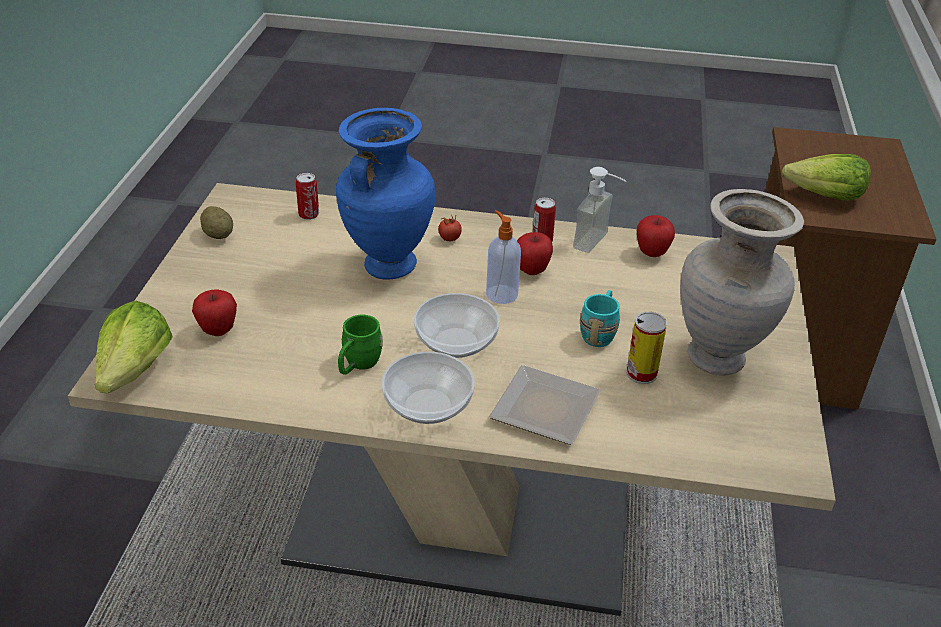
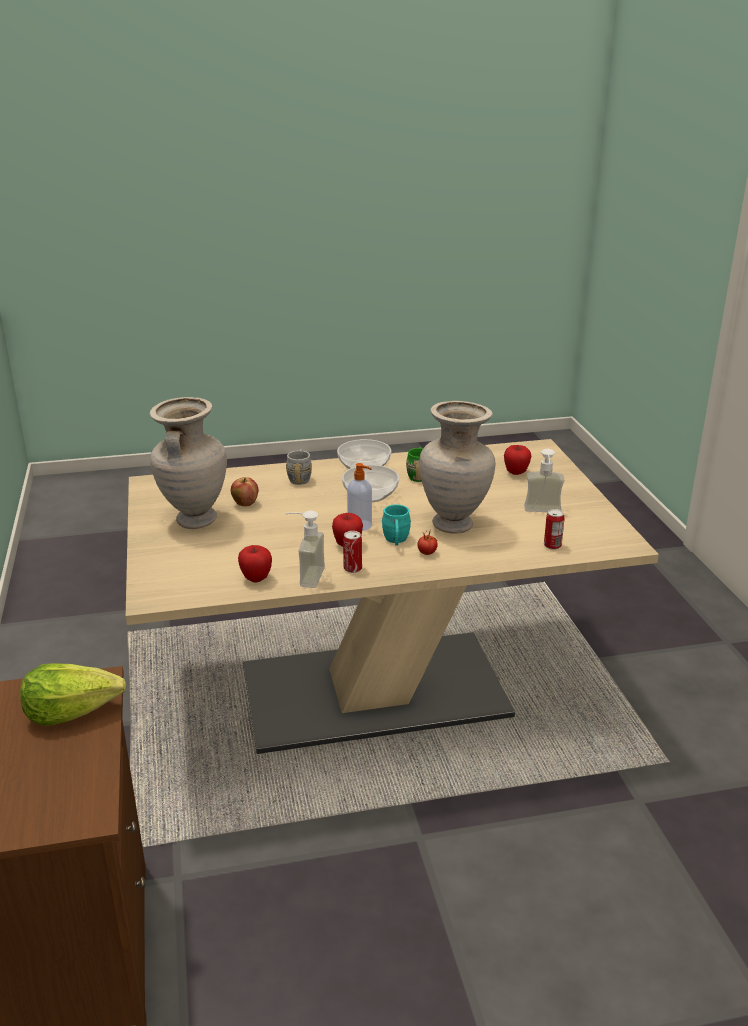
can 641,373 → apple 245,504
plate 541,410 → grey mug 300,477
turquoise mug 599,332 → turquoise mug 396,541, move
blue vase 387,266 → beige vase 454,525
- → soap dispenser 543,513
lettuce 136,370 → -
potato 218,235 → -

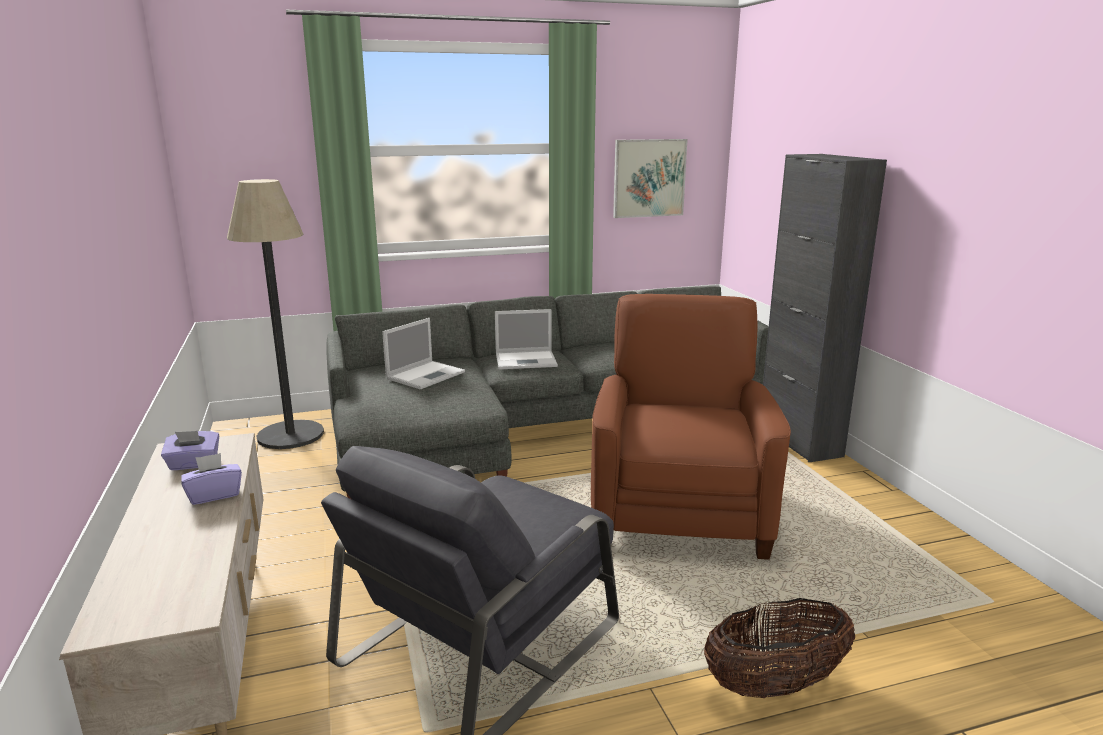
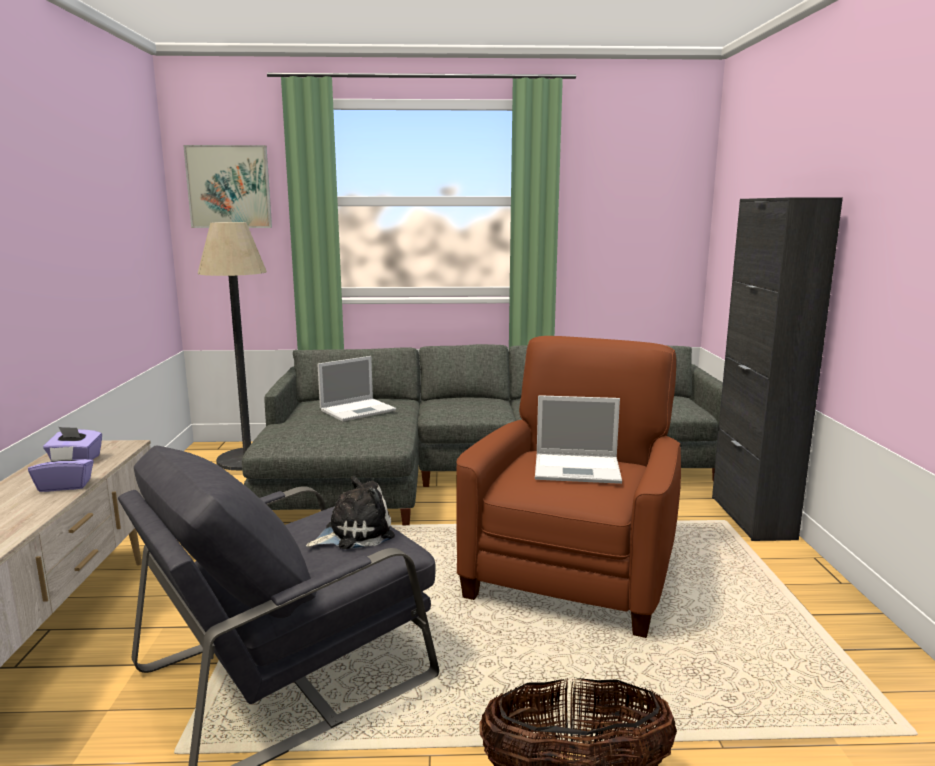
picture 649,178 → picture 229,187, move
- → plush toy 354,533
laptop 527,360 → laptop 579,469, move

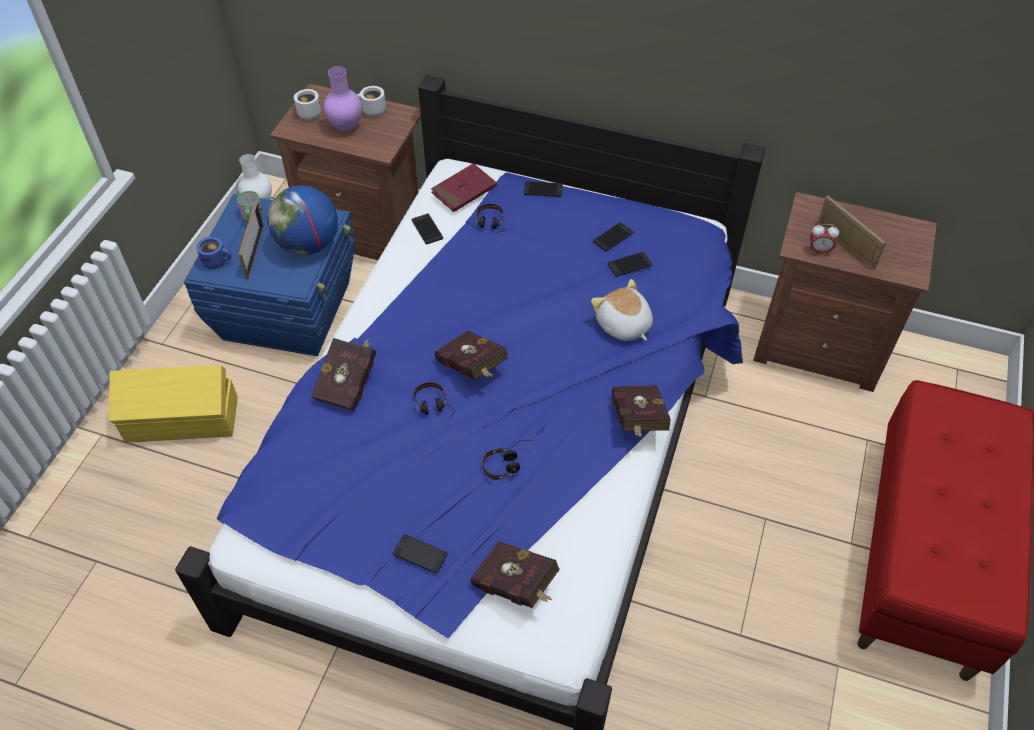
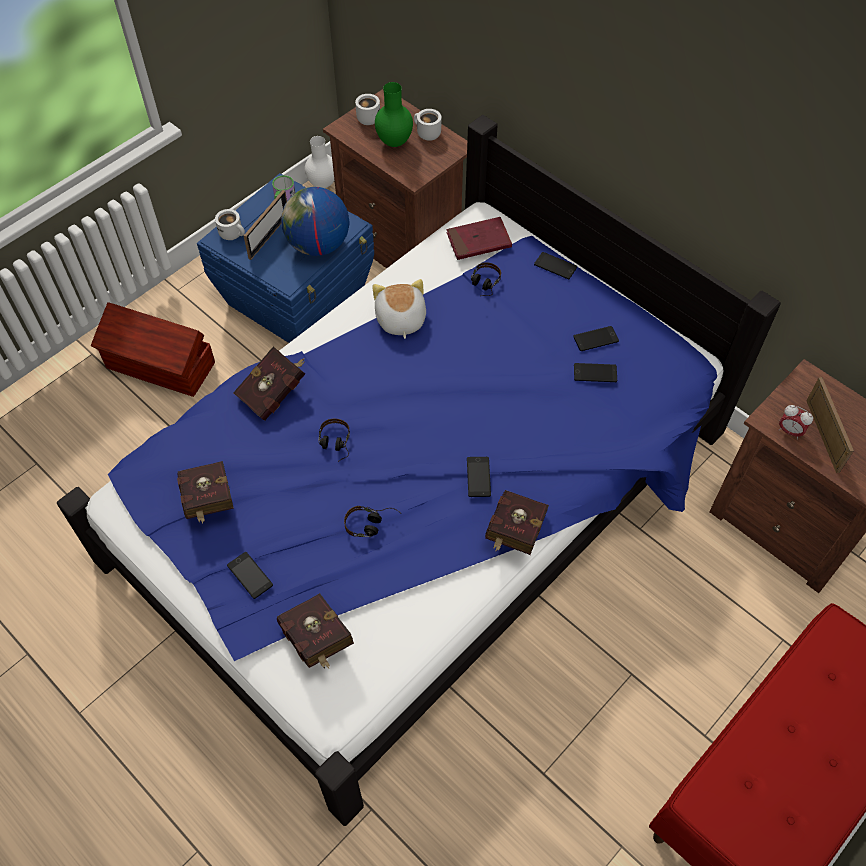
yellow storage box 183,420 → brown storage box 161,367
red book 473,368 → red book 208,502, move
blue mug 217,261 → white mug 233,233
plush toy 623,326 → plush toy 400,320, move
purple vase 345,127 → green vase 394,143
phone 427,229 → phone 478,477, move

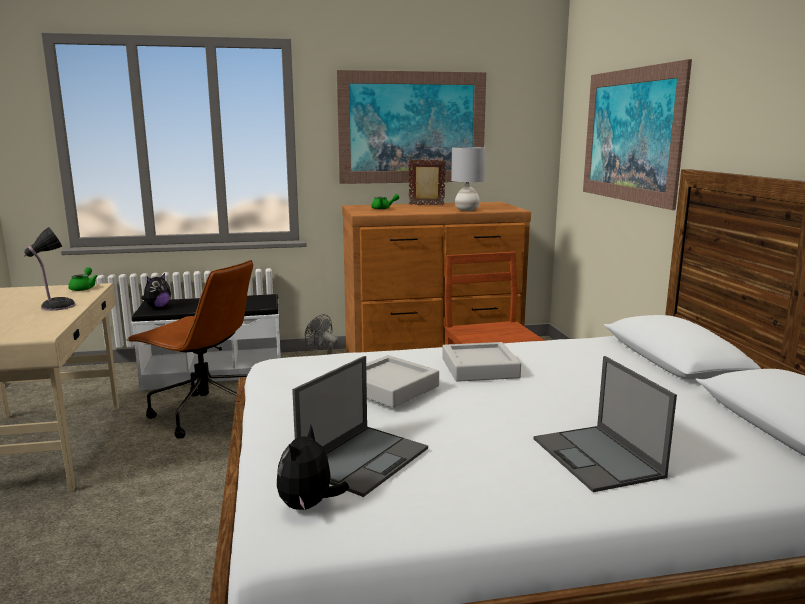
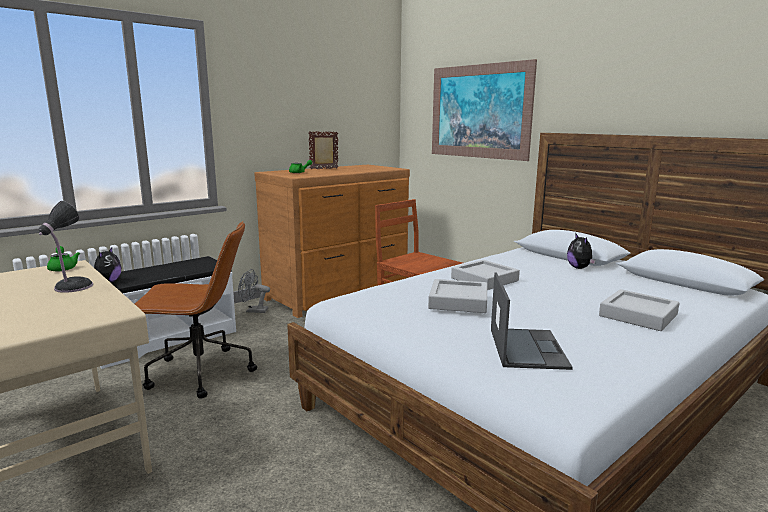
plush toy 308,506 → plush toy 579,268, move
laptop 598,458 → grey tray 638,315
picture 412,128 → -
grey table lamp 467,210 → -

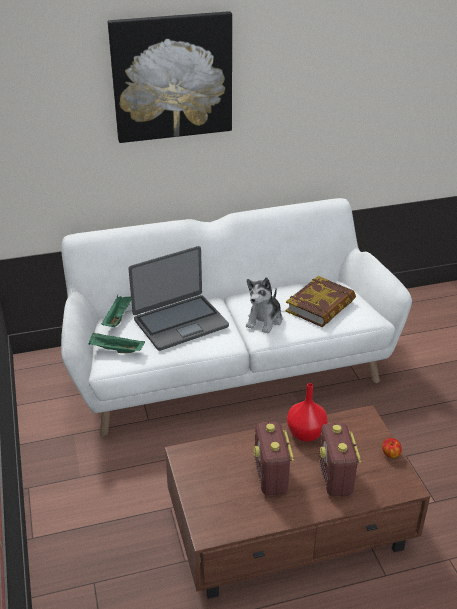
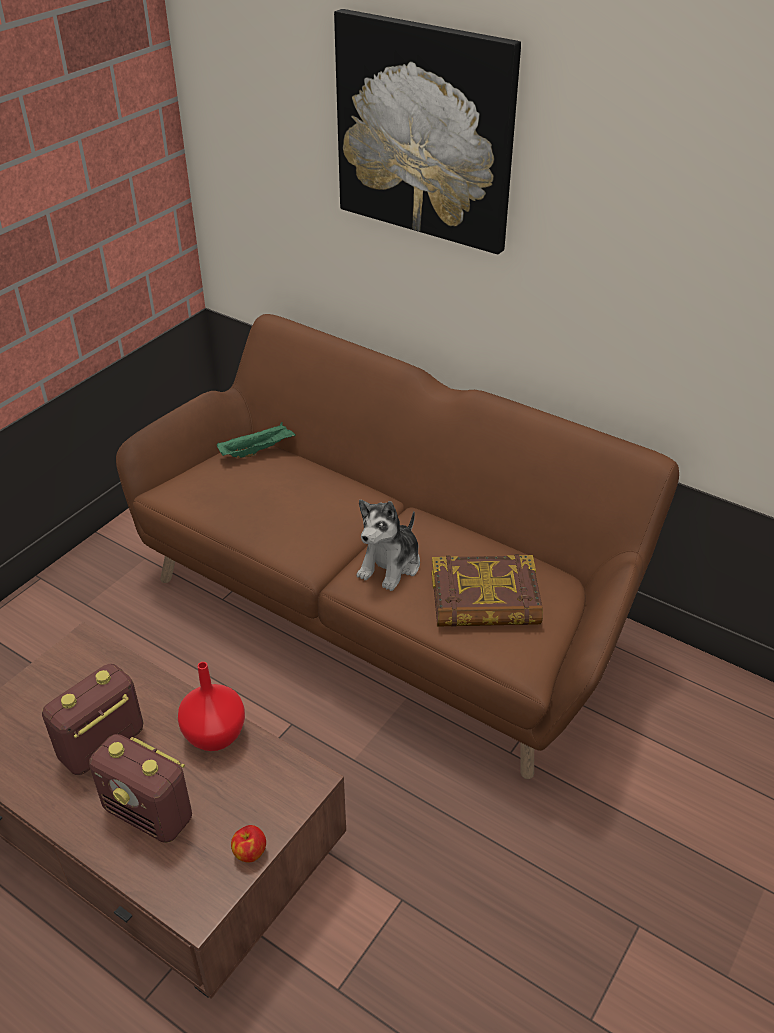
radio 335,478 → radio 149,814, 105 degrees counterclockwise
white sofa 228,366 → brown sofa 386,608
plush toy 264,320 → plush toy 390,565, 45 degrees counterclockwise
green tray 116,350 → -
laptop 180,322 → -

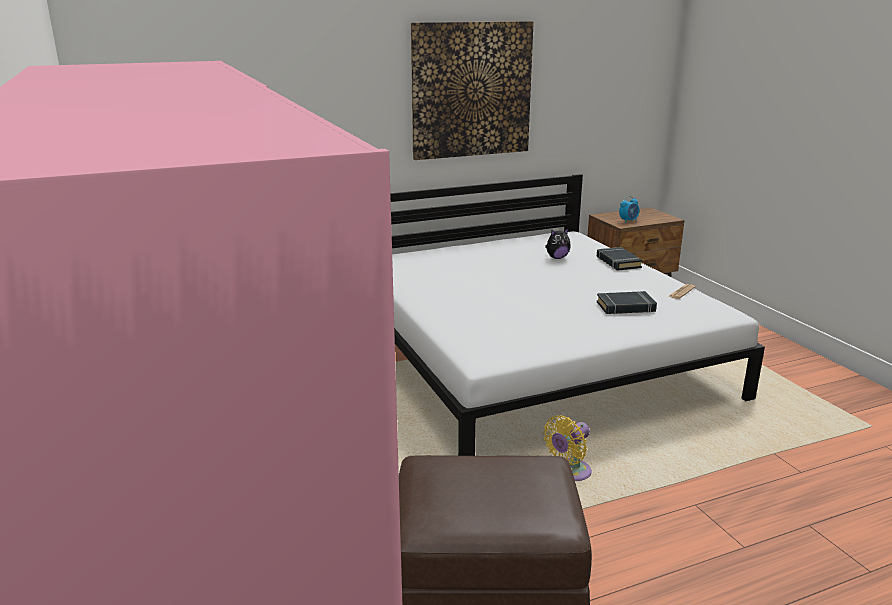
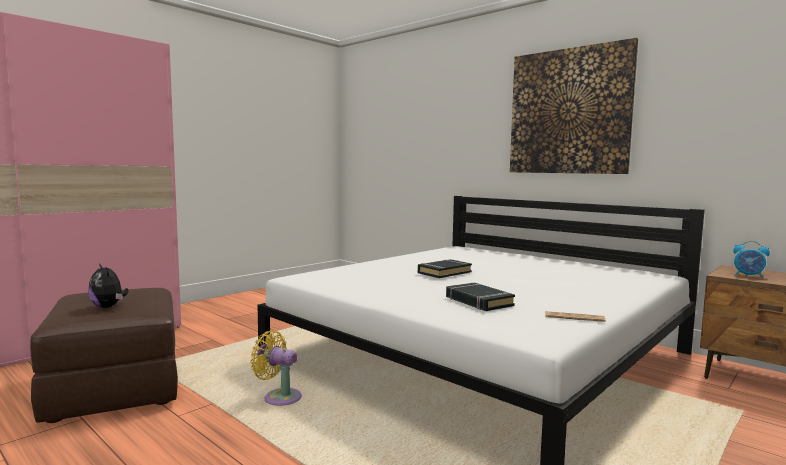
plush toy 557,258 → plush toy 108,307, move
black book 618,262 → black book 444,272, move

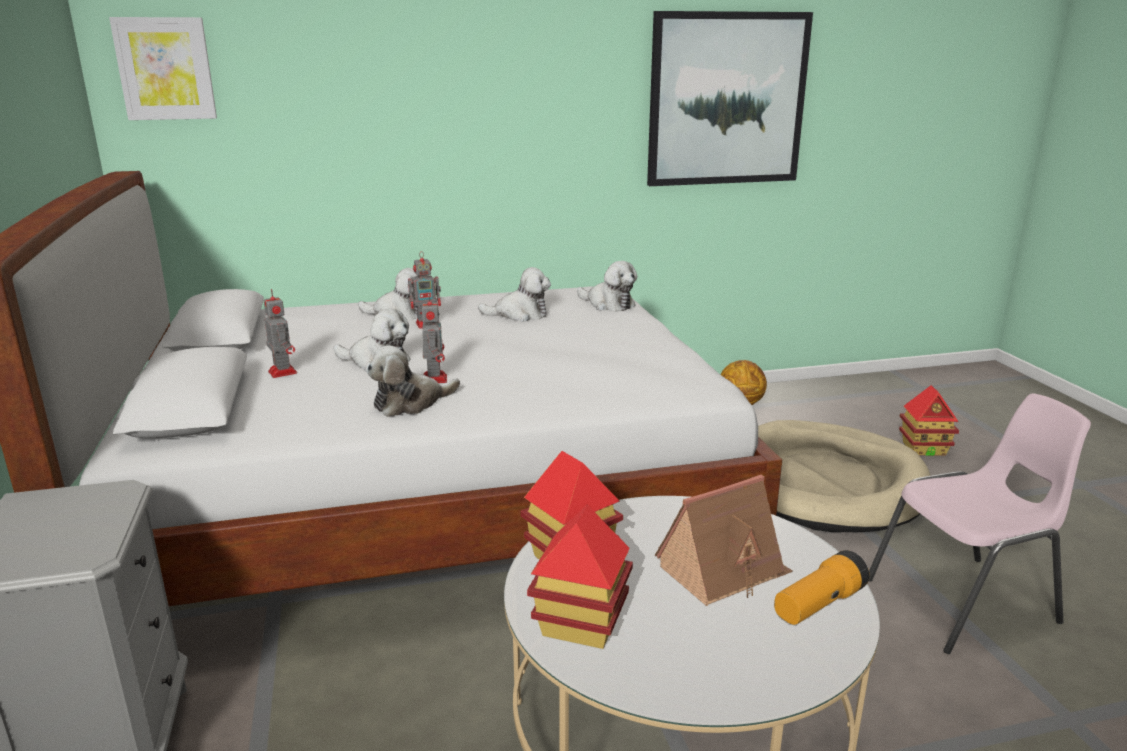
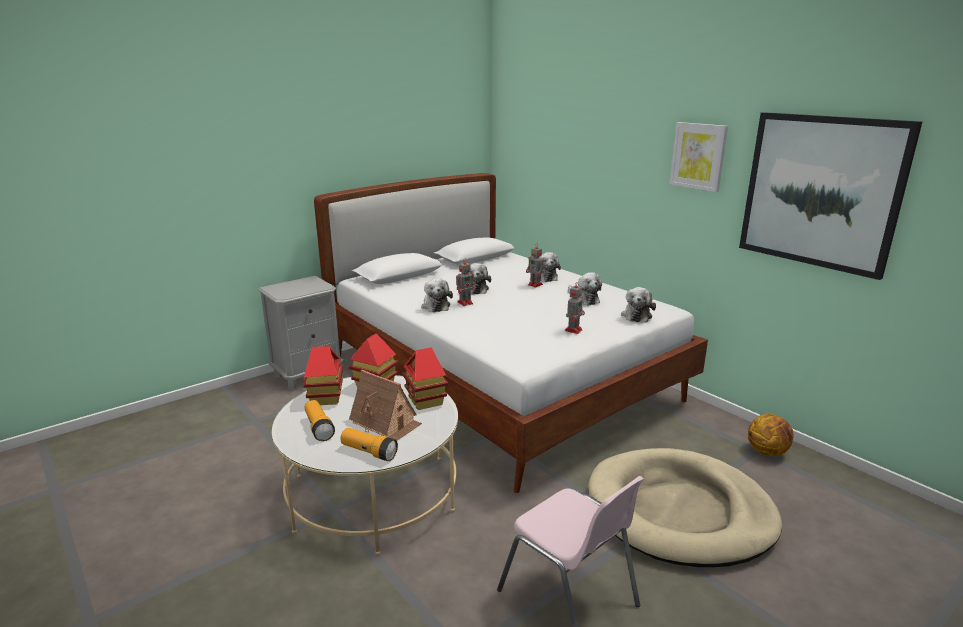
- → flashlight 319,428
toy house 924,448 → toy house 425,401, move
plush toy 410,403 → plush toy 435,305, 135 degrees counterclockwise
toy robot 282,372 → toy robot 573,330, move
picture 165,69 → picture 698,156, move

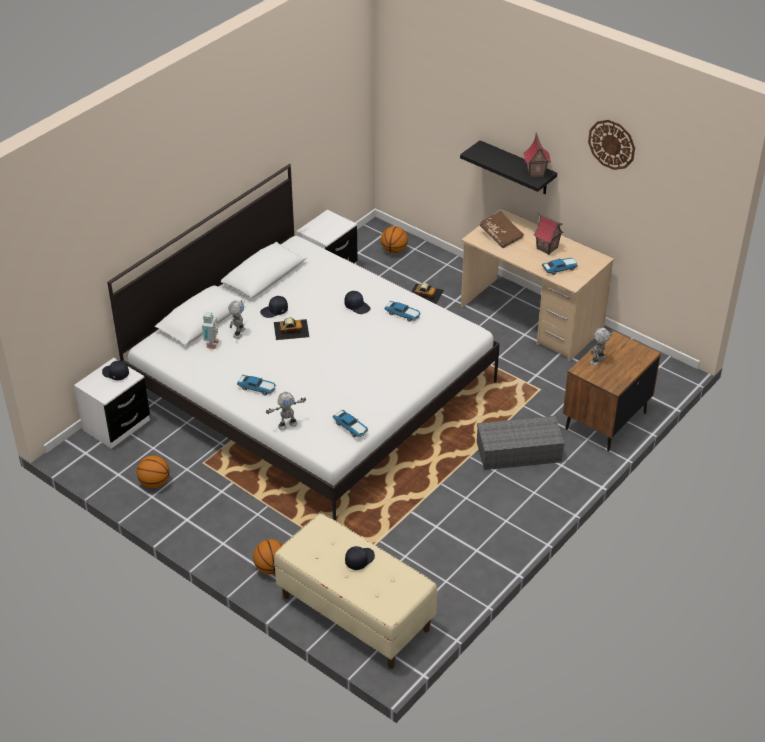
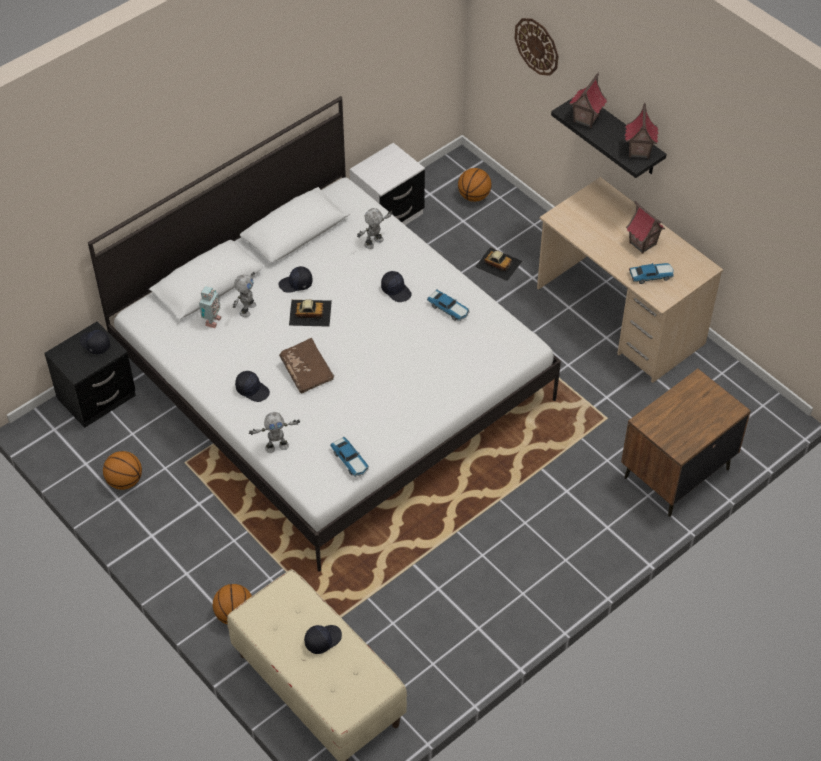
white nightstand 116,425 → black nightstand 96,397
toy car 257,388 → black cap 252,390
brown book 501,235 → brown book 307,371, move
toy robot 598,360 → toy robot 374,243, move
wall clock 612,144 → wall clock 537,46, move
- → toy house 585,119
grey storage box 517,453 → -

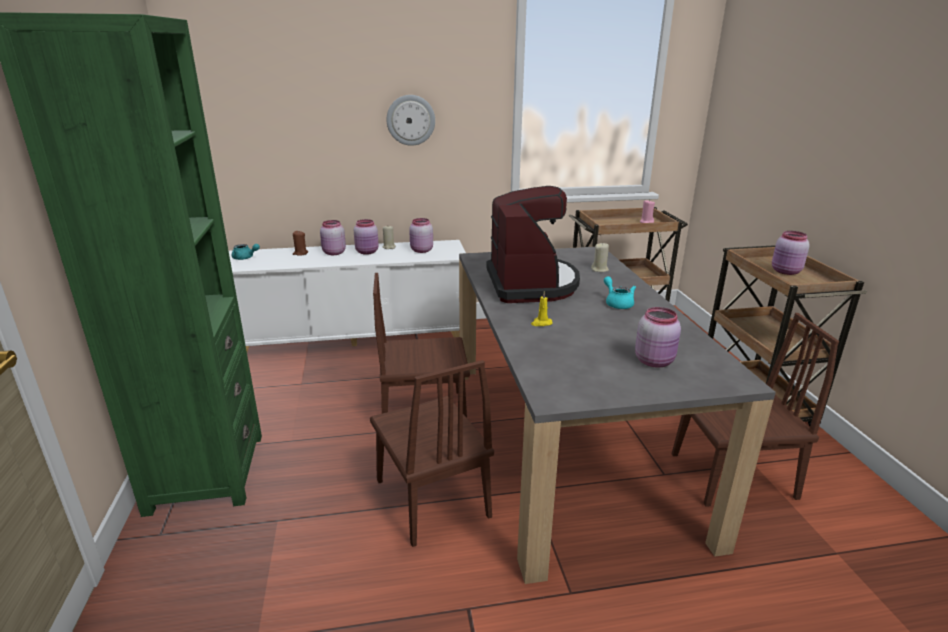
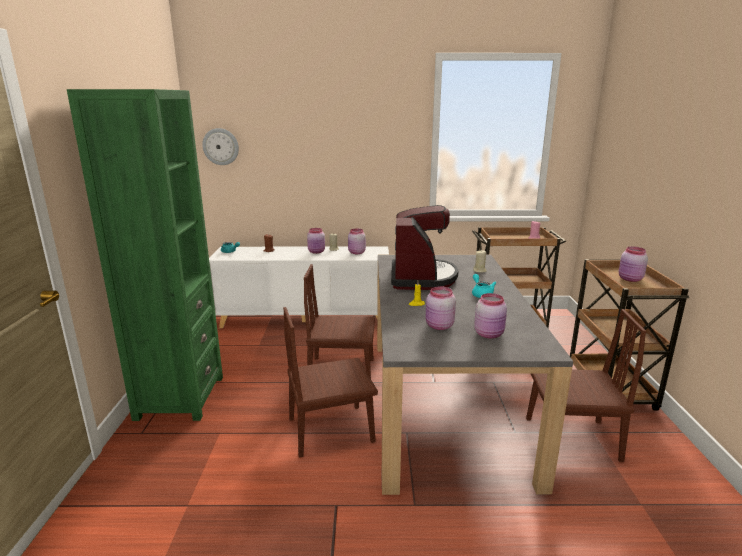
wall clock 410,120 → wall clock 221,146, move
brown chair 432,498 → brown chair 331,430, 90 degrees clockwise
pink jar 333,253 → pink jar 439,326, move

